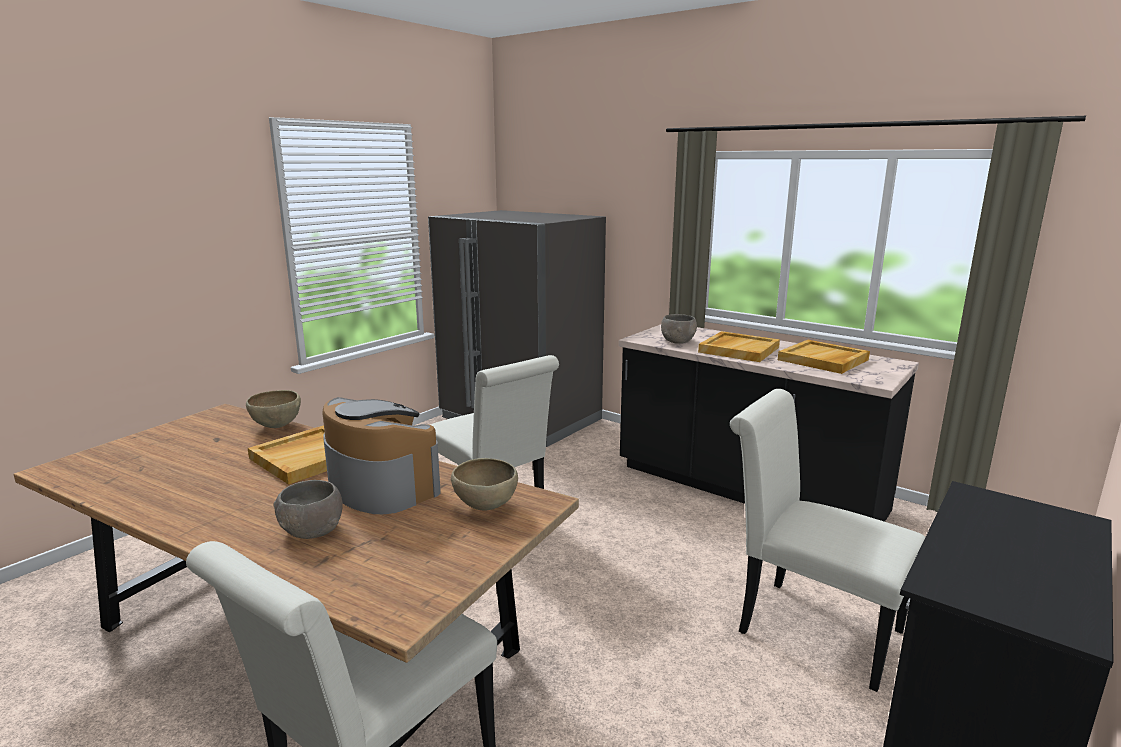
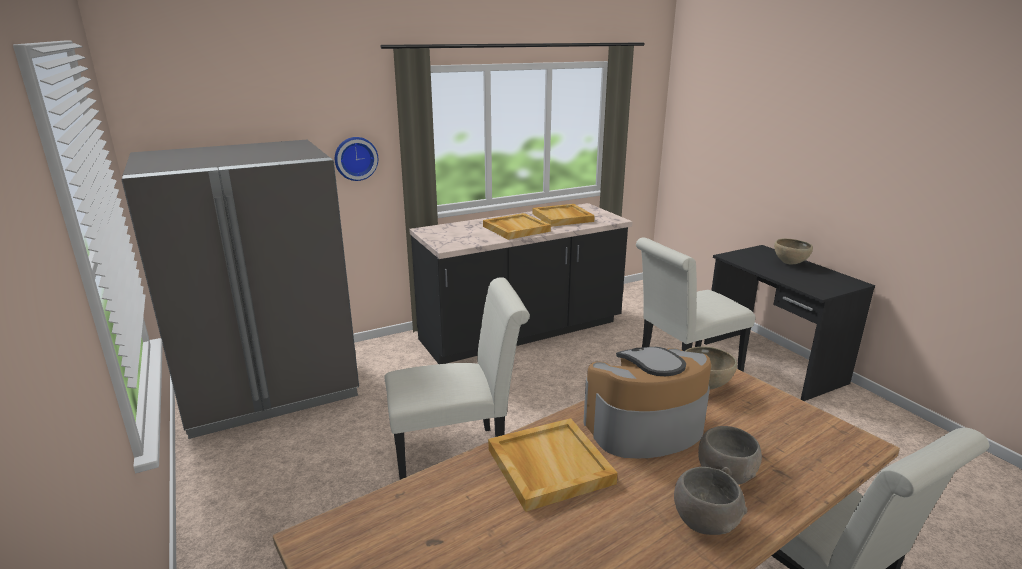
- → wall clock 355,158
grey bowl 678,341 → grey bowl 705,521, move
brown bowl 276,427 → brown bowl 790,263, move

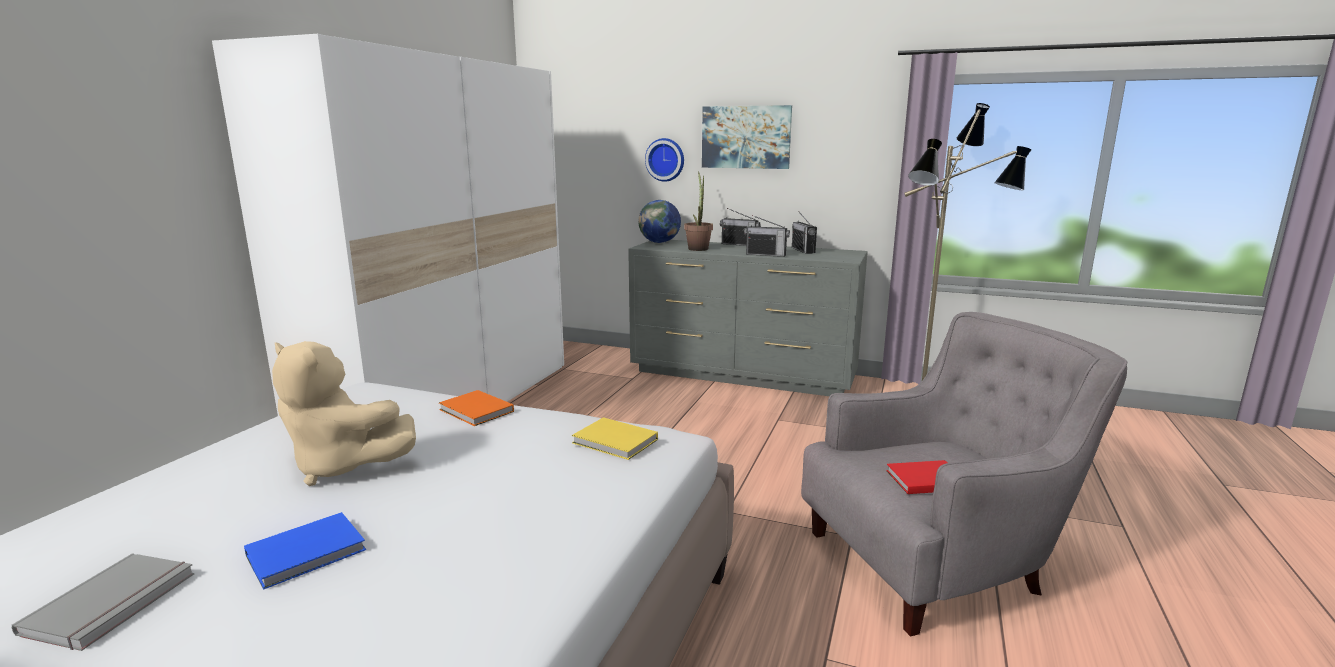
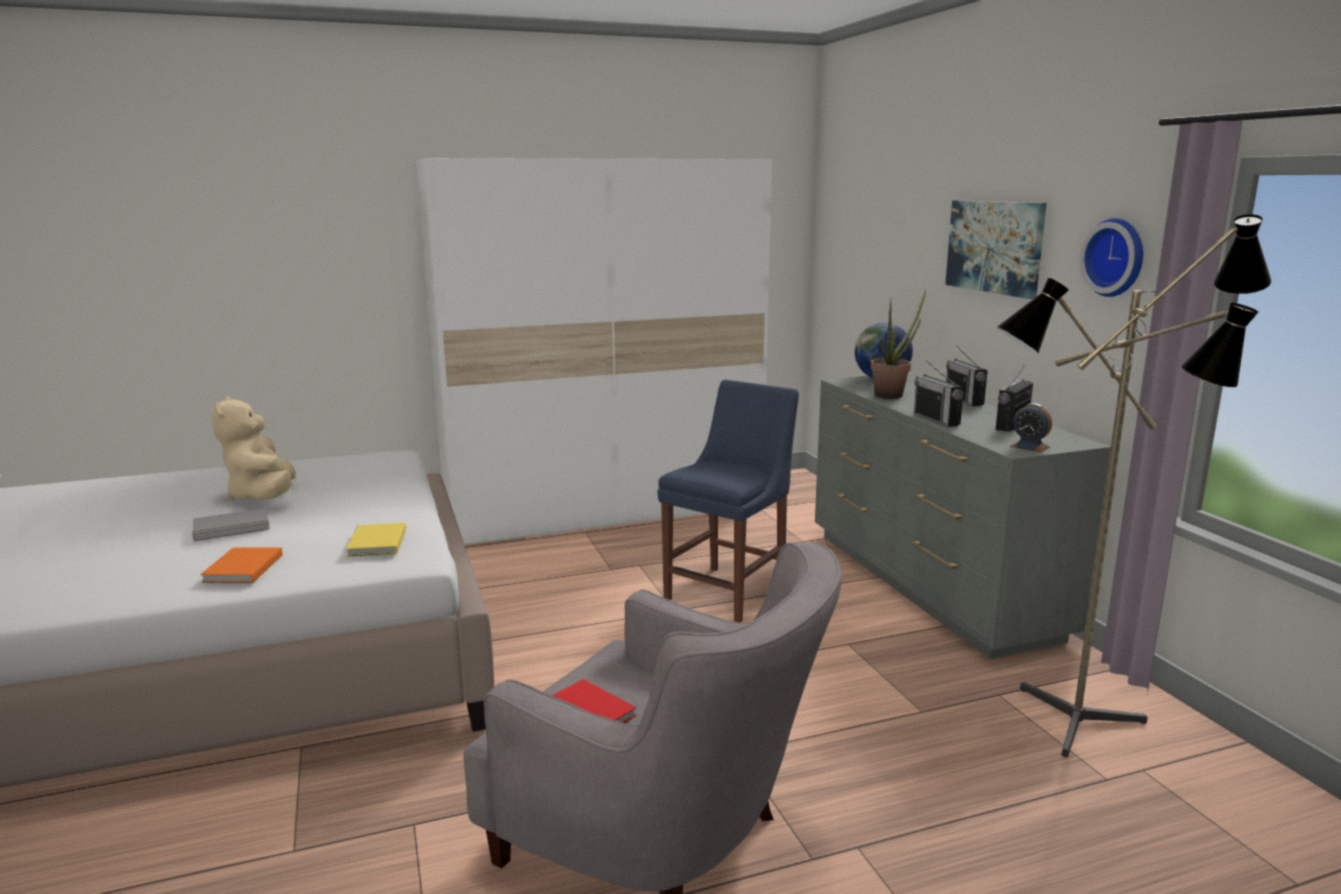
grey book 114,603 → grey book 232,528, move
orange book 476,411 → orange book 241,569, move
- → blue chair 729,591
- → alarm clock 1029,447
wall clock 665,159 → wall clock 1117,257, move
blue book 310,552 → -

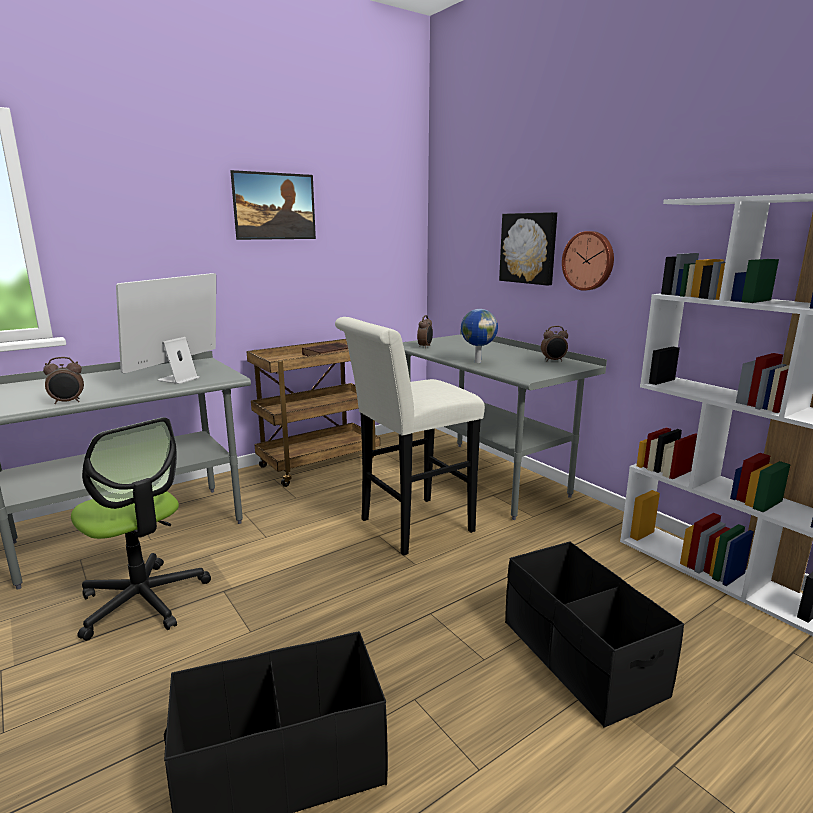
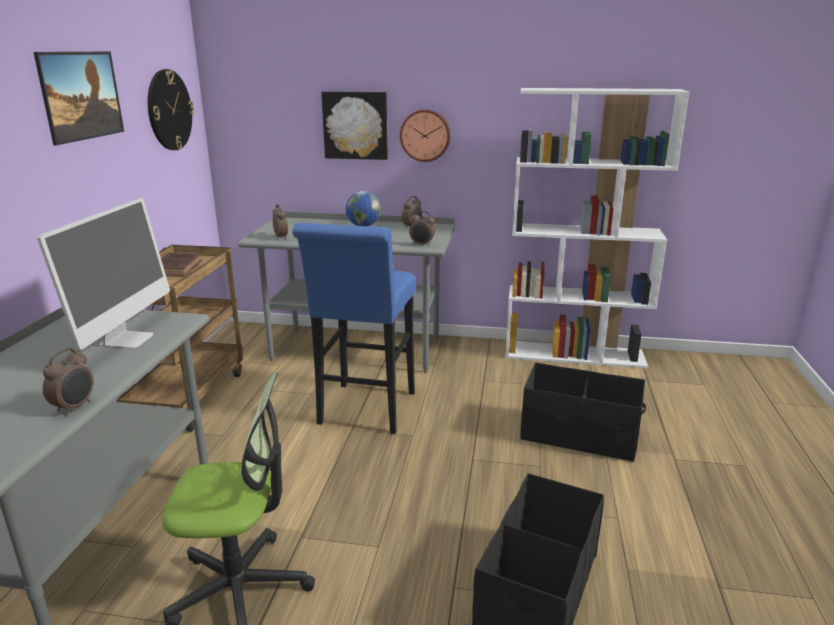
monitor 178,379 → monitor 127,339, 150 degrees counterclockwise
- → wall clock 169,110
white stool 409,527 → blue stool 364,412
- → alarm clock 422,245

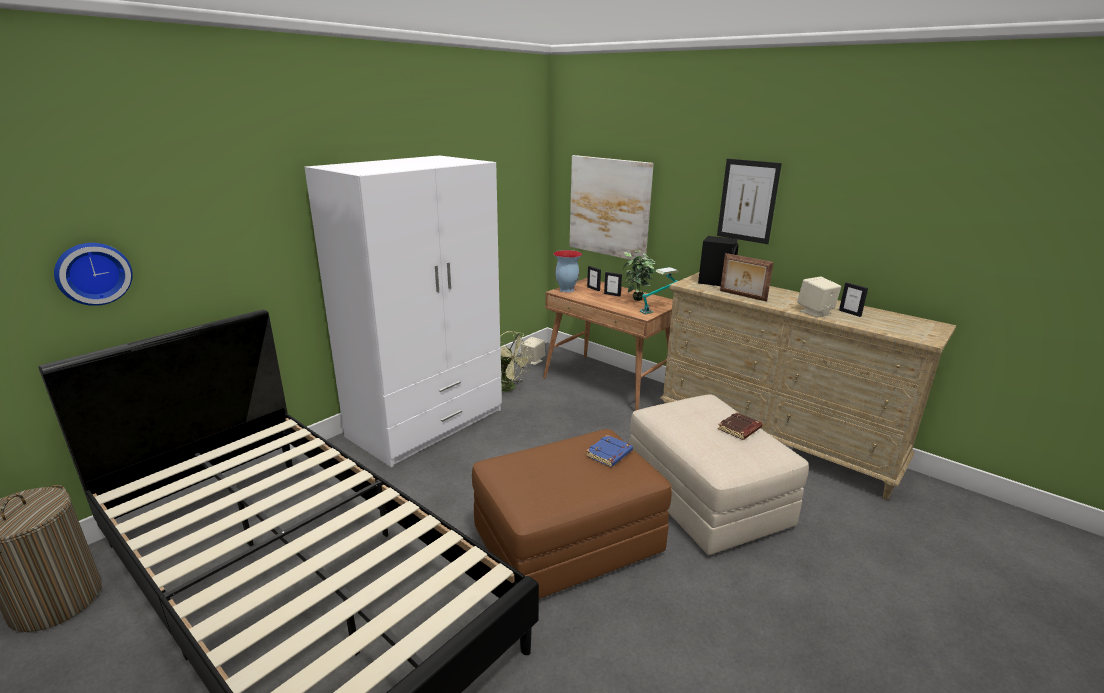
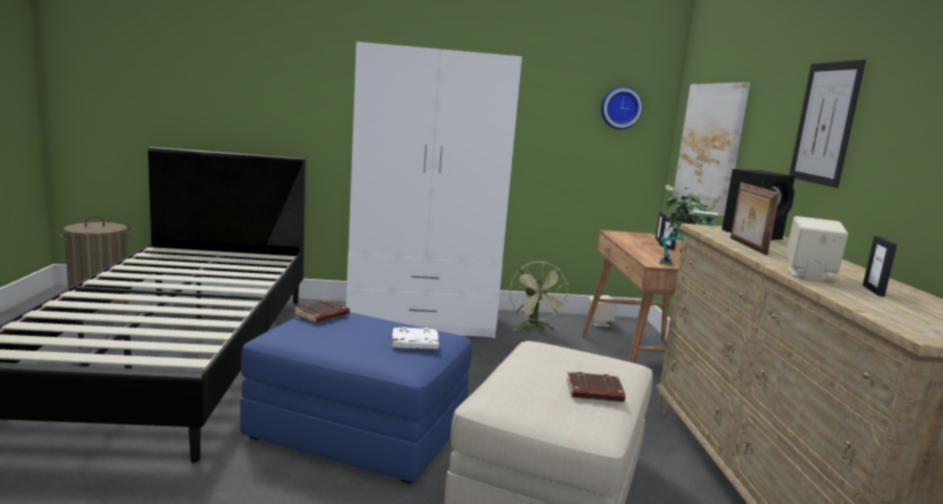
brown ottoman 568,542 → blue ottoman 359,431
- → brown book 322,316
blue book 609,454 → white book 414,343
wall clock 93,273 → wall clock 620,107, move
vase 566,290 → -

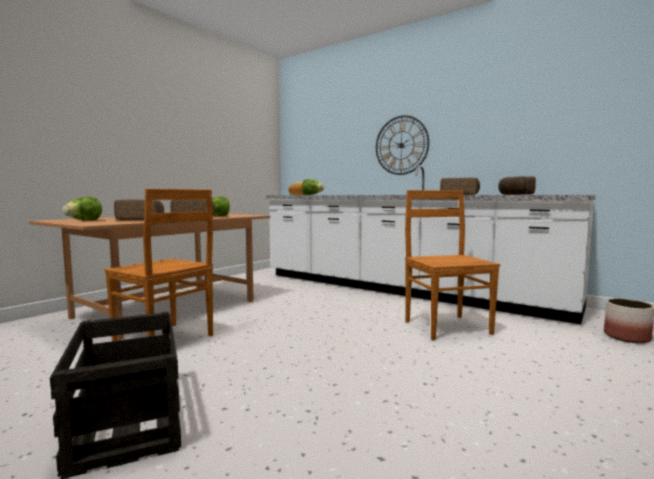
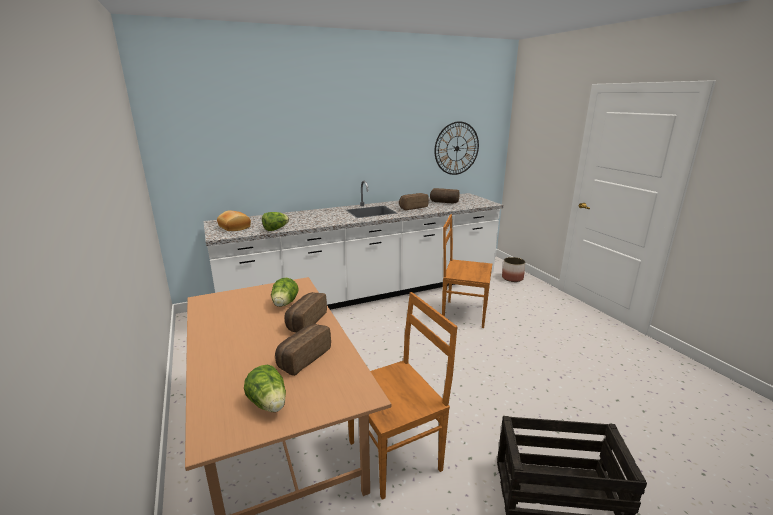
wall clock 401,145 → wall clock 457,148, move

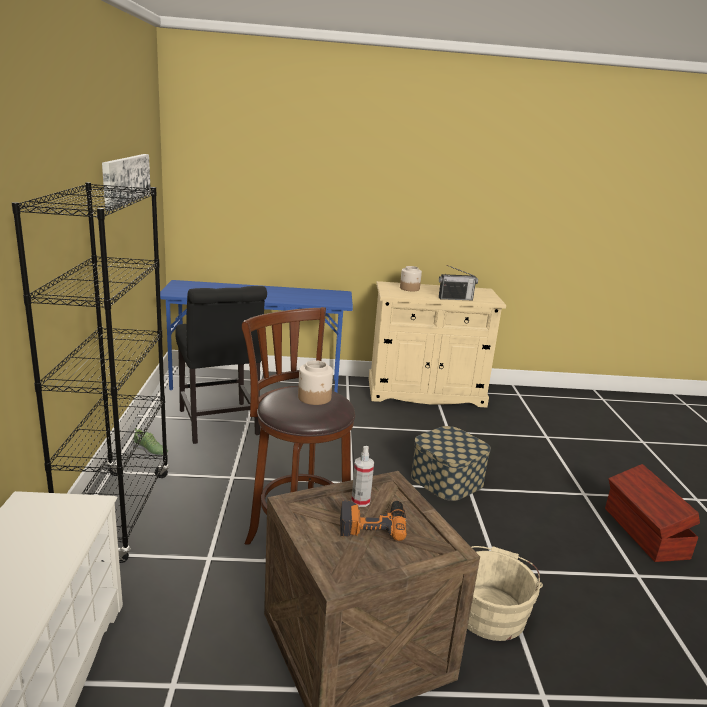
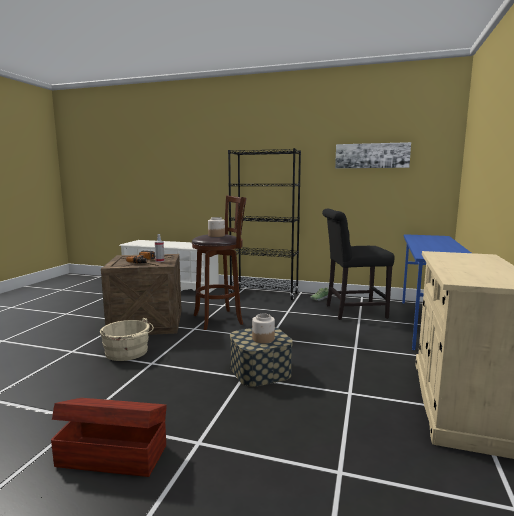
jar 409,288 → jar 263,339, move
radio 455,298 → -

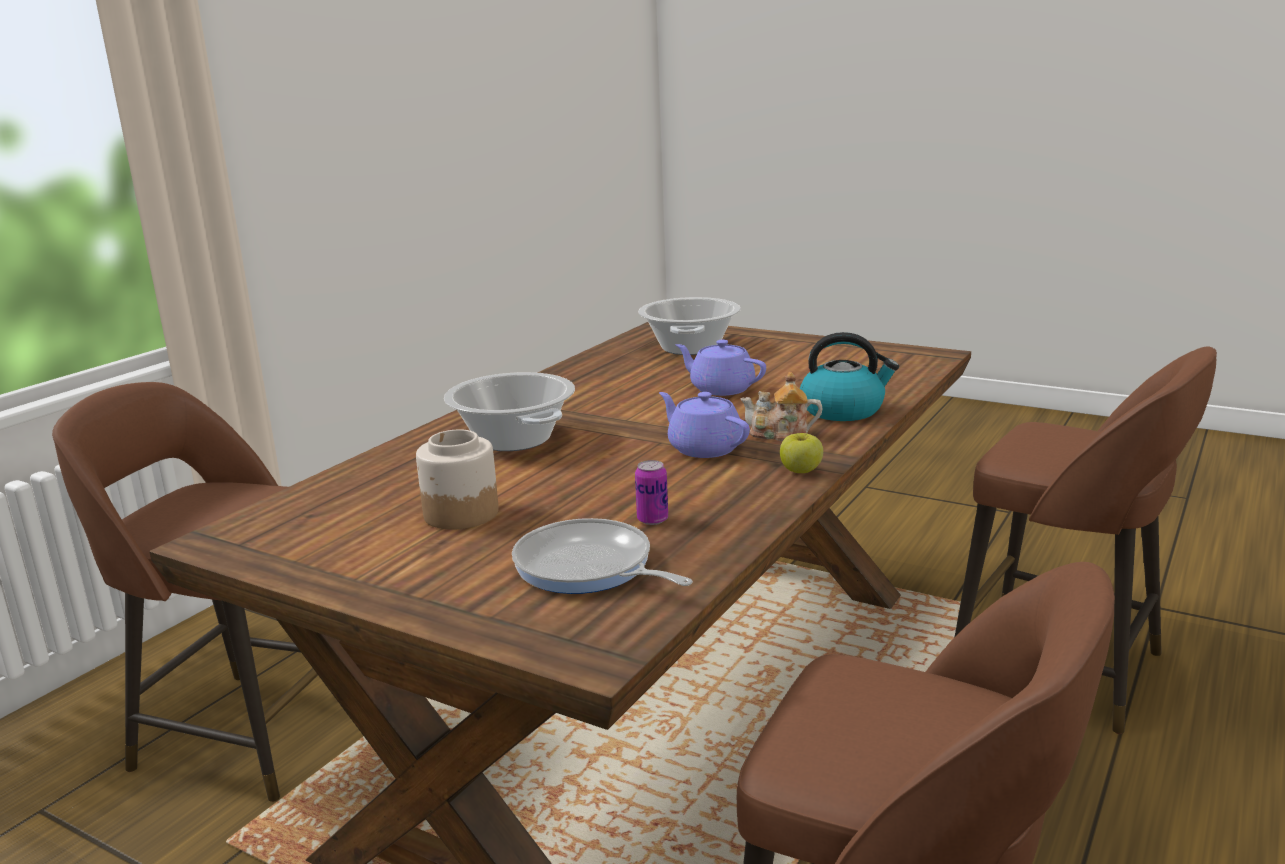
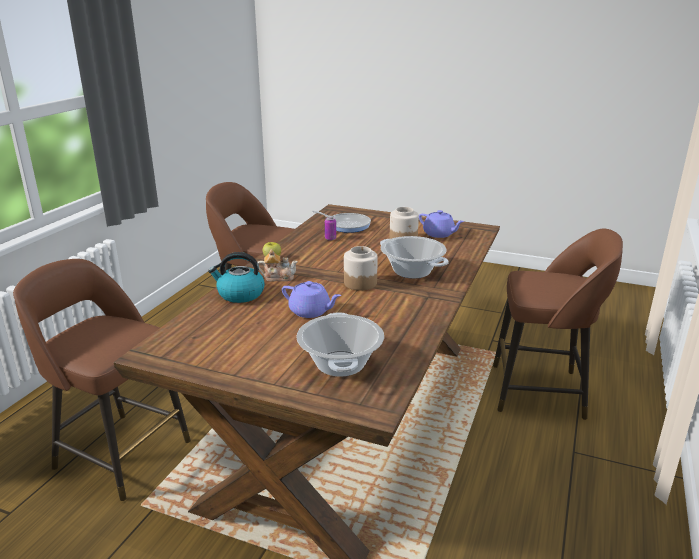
- → jar 360,283
purple teapot 704,448 → purple teapot 439,234, move

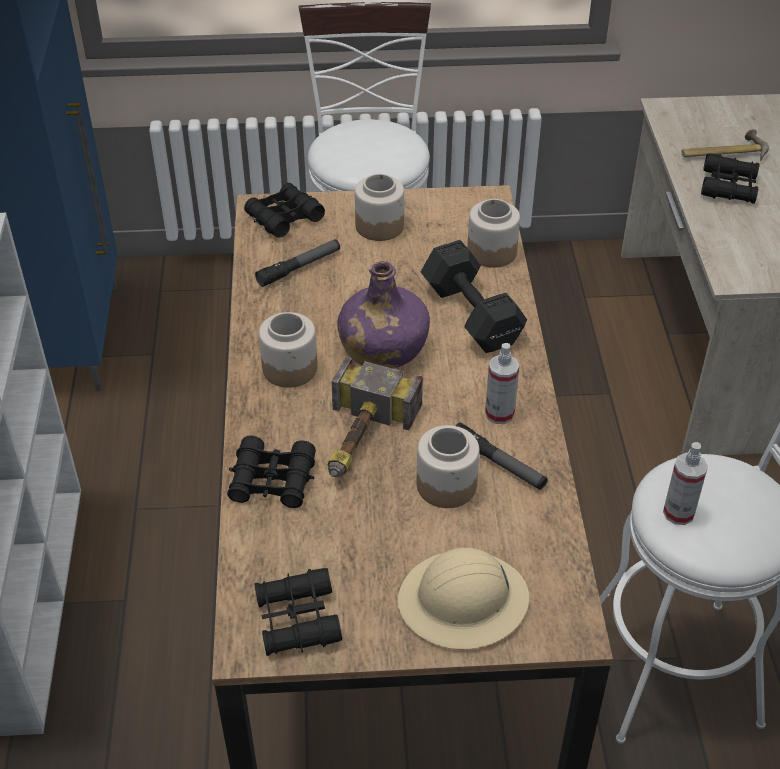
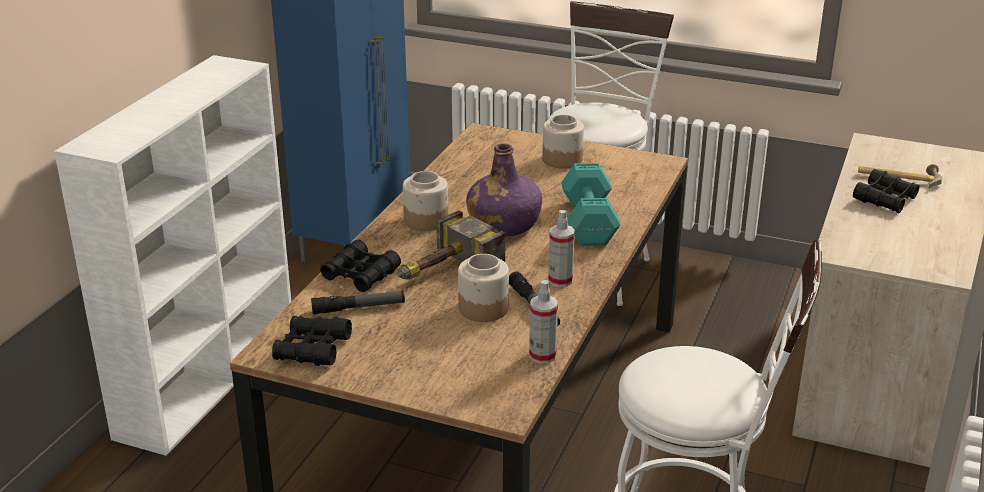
flashlight 299,268 → flashlight 358,308, move
spray bottle 678,513 → spray bottle 542,355, move
black dumbbell 471,312 → turquoise dumbbell 589,221
black binoculars 284,218 → -
beige hard hat 463,602 → -
jar 491,252 → -

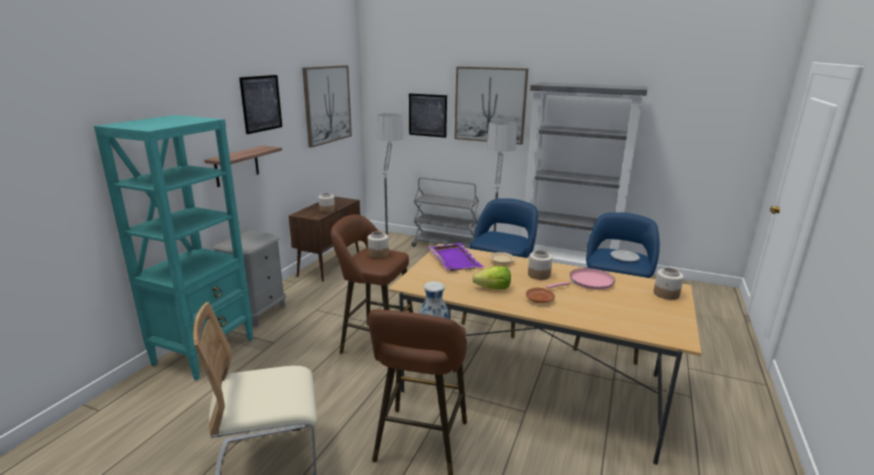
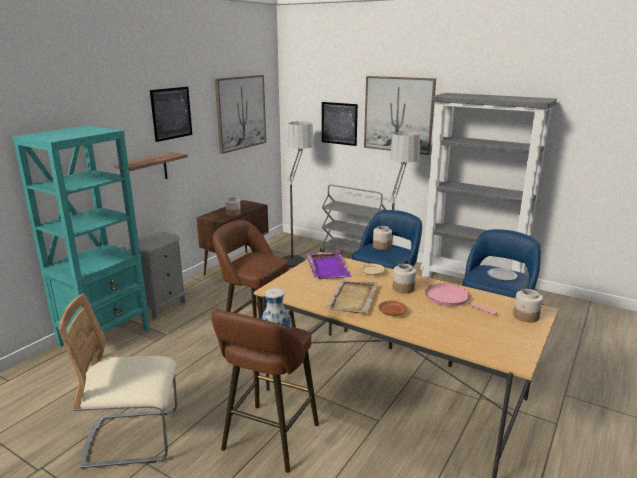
lettuce 493,288 → beige tray 352,298
jar 378,254 → jar 381,246, move
pink frying pan 588,282 → pink frying pan 450,299, 120 degrees counterclockwise

